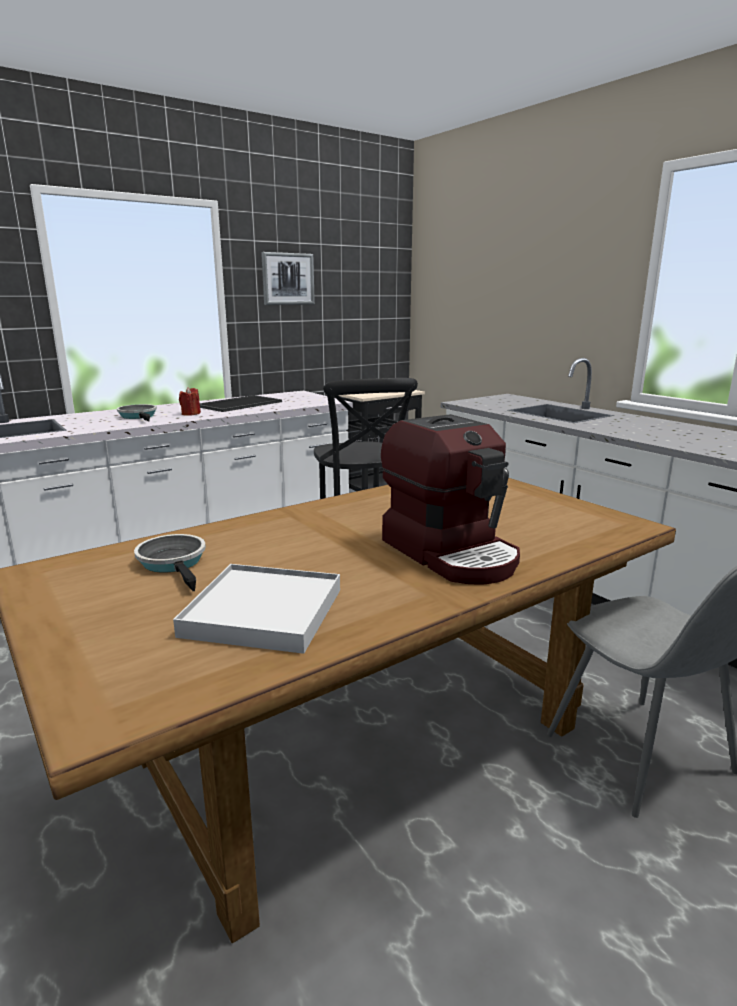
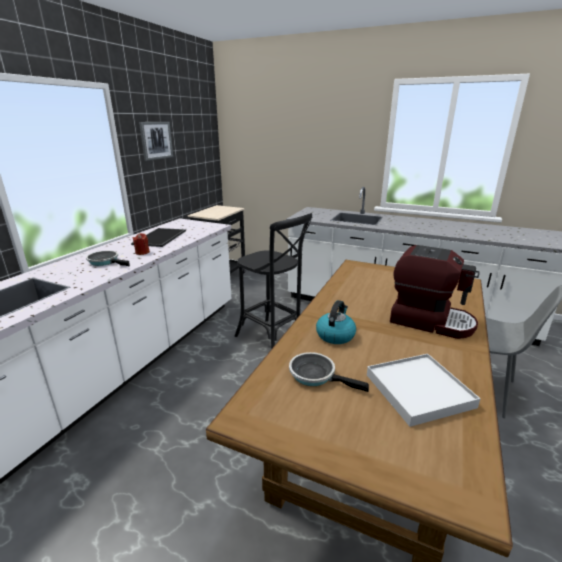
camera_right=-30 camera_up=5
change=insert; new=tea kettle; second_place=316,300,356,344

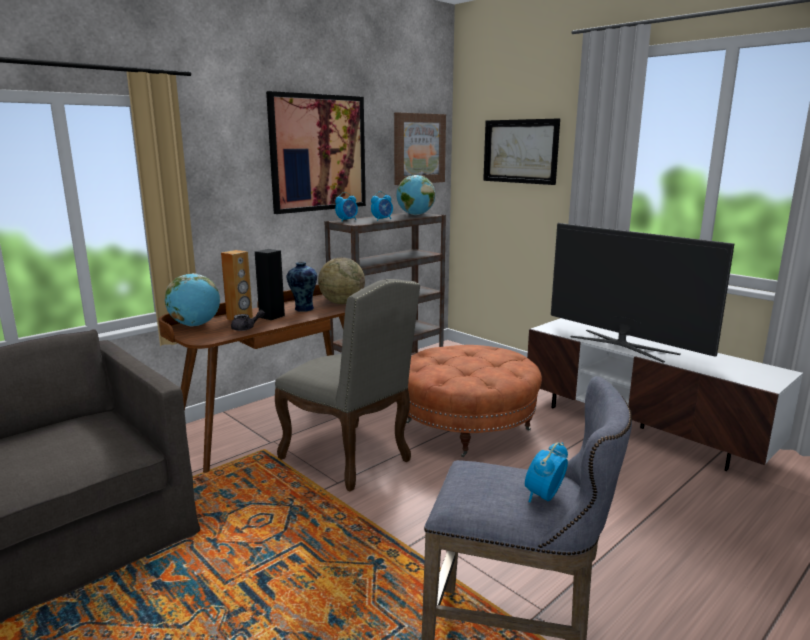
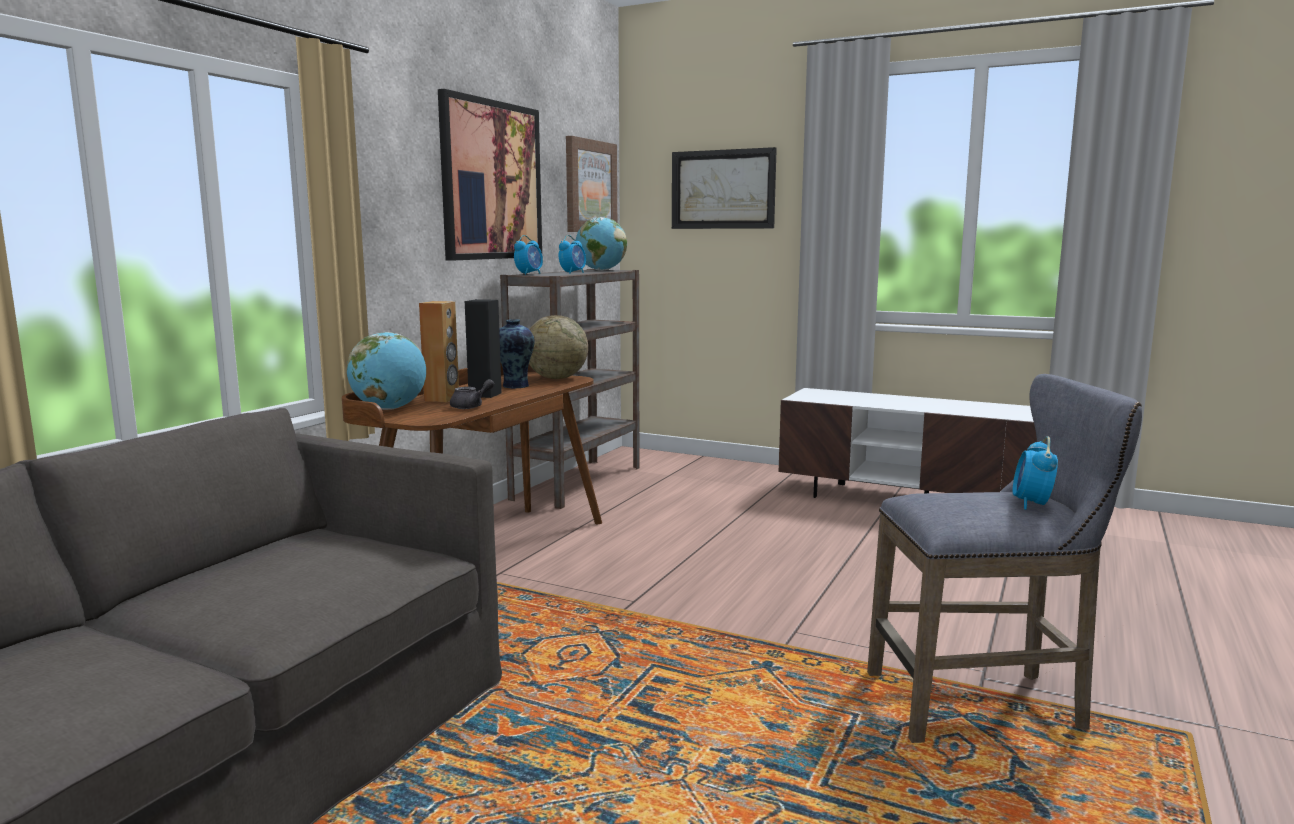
camera_right=-20 camera_up=-5
change=delete; old=plain chair (greyish); first_place=275,279,420,491
change=delete; old=footrest (brownish); first_place=406,345,542,457
change=delete; old=TV set; first_place=551,223,734,363

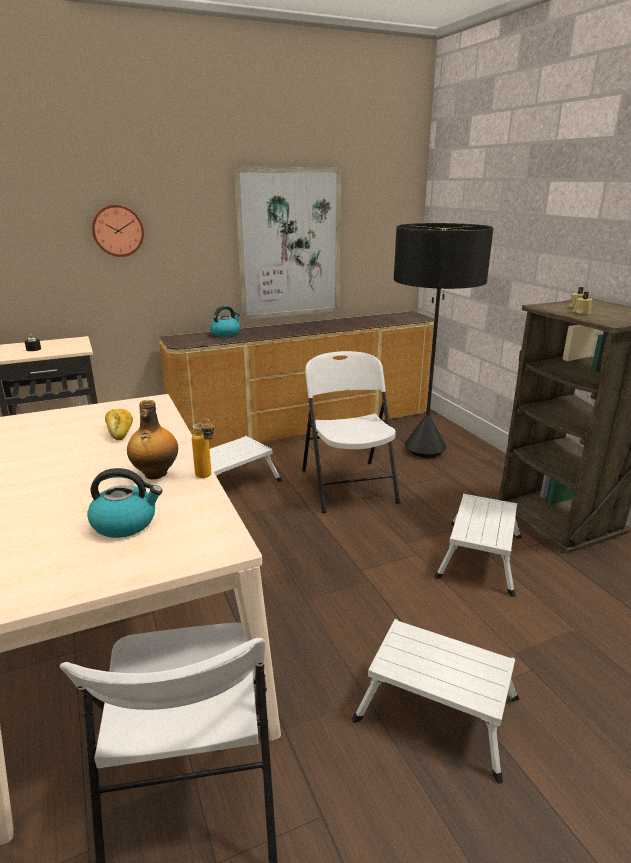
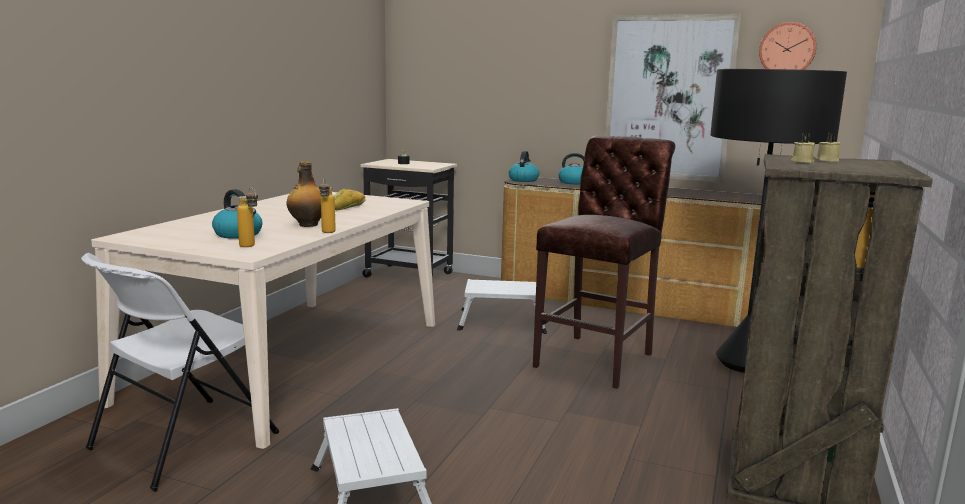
camera_right=45 camera_up=-10
change=delete; old=step ladder (whitish); first_place=434,494,522,597
change=insert; new=beverage bottle; second_place=237,187,258,247
change=insert; new=tea kettle; second_place=509,151,539,182
change=move; old=clock on the wall; first_place=92,205,144,257; second_place=759,22,816,70
change=replace; old=plain chair (whitish); new=stool seat (brownish); first_place=302,351,400,513; second_place=533,135,675,389

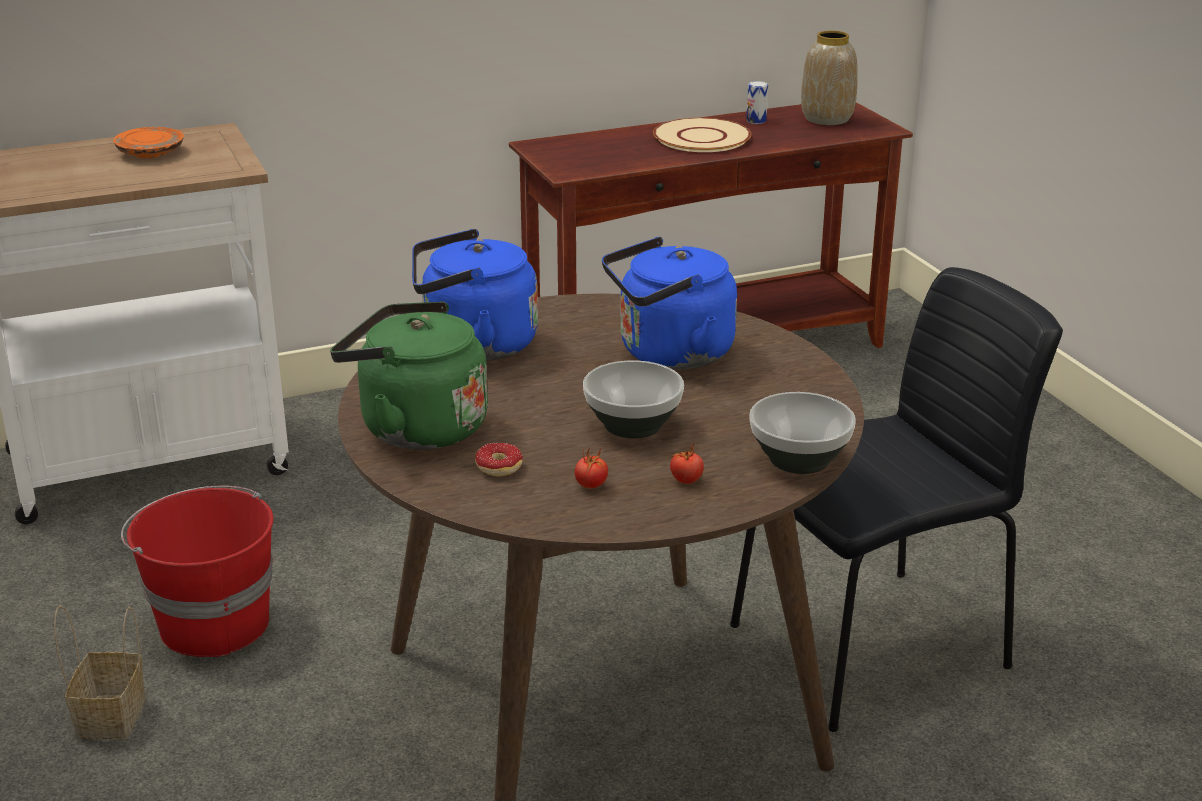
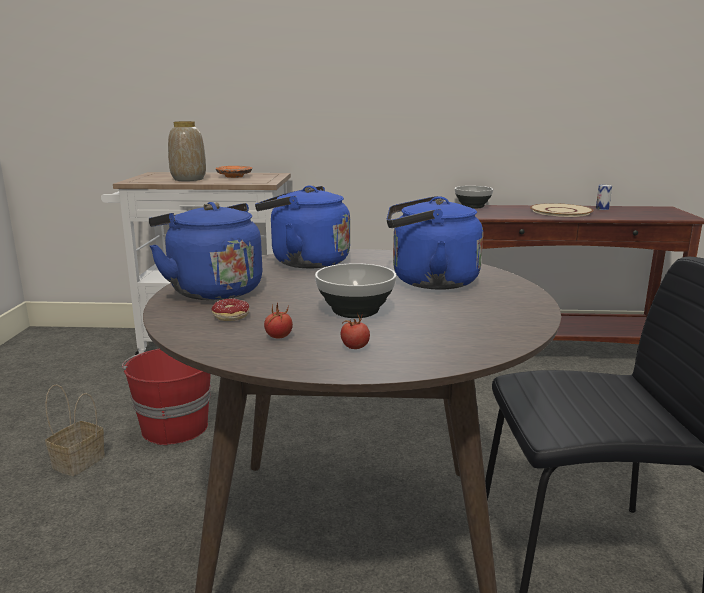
camera_right=25 camera_up=-10
change=move; old=serving bowl; first_place=750,392,856,474; second_place=455,186,493,209
change=move; old=decorative vase; first_place=801,31,858,125; second_place=168,121,206,181
change=recolor; old=tea kettle (green); new=tea kettle (blue); first_place=330,301,488,450; second_place=149,202,262,300

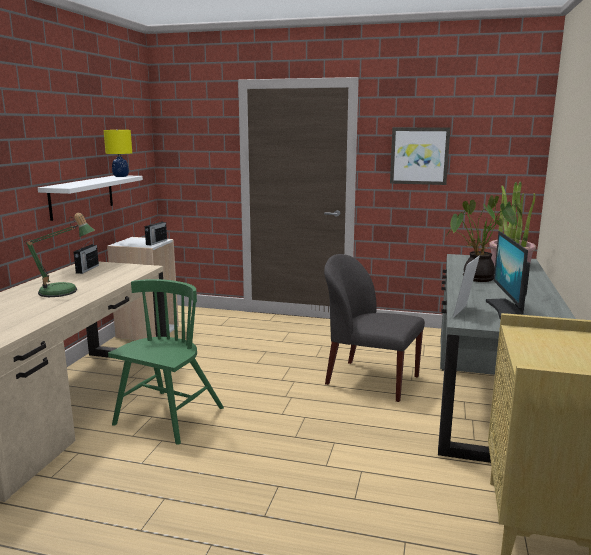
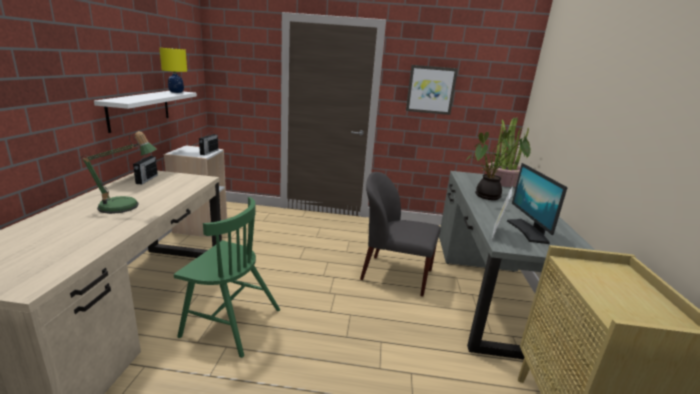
camera_right=-10 camera_up=5
change=rotate; old=plain chair (green); first_place=108,279,224,445; second_place=174,197,280,358; degrees=90

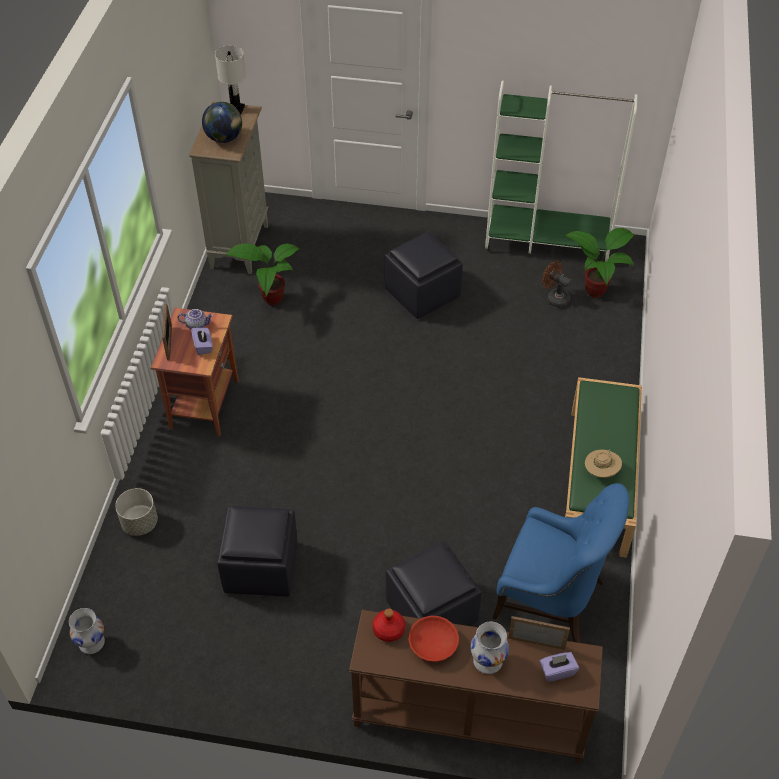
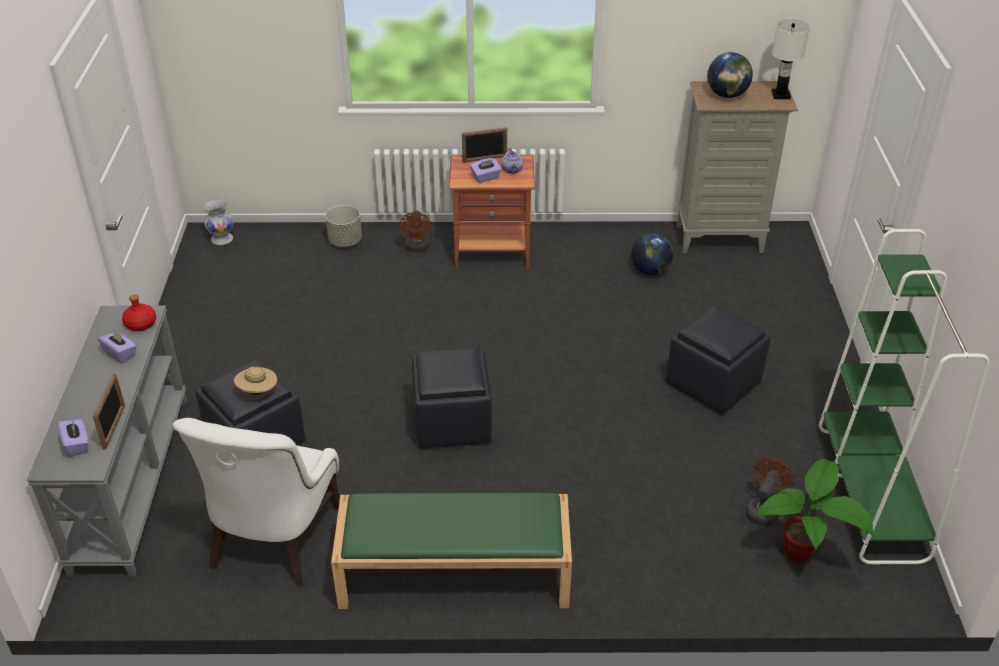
camera_right=80 camera_up=-10
change=delete; old=decorative vase (whitish); first_place=470,621,509,674
change=insert; new=cooling fan (brownish); second_place=399,210,432,252
change=move; old=footrest (blackish); first_place=217,506,297,597; second_place=412,347,492,449
change=move; old=clothing hat (sand-coloured); first_place=585,449,622,478; second_place=234,367,277,395
change=replace; old=potted plant; new=globe; first_place=226,243,300,306; second_place=631,233,673,275
change=replace; old=serving bowl (red-coloured); new=tissue holder (purple); first_place=408,616,459,662; second_place=98,329,137,364
change=recolor; old=hall table (brownish); new=hall table (greyish); first_place=349,610,603,763; second_place=27,306,187,576
change=recolor; old=plain chair (blue); new=plain chair (whitish); first_place=492,483,629,643; second_place=173,418,340,587

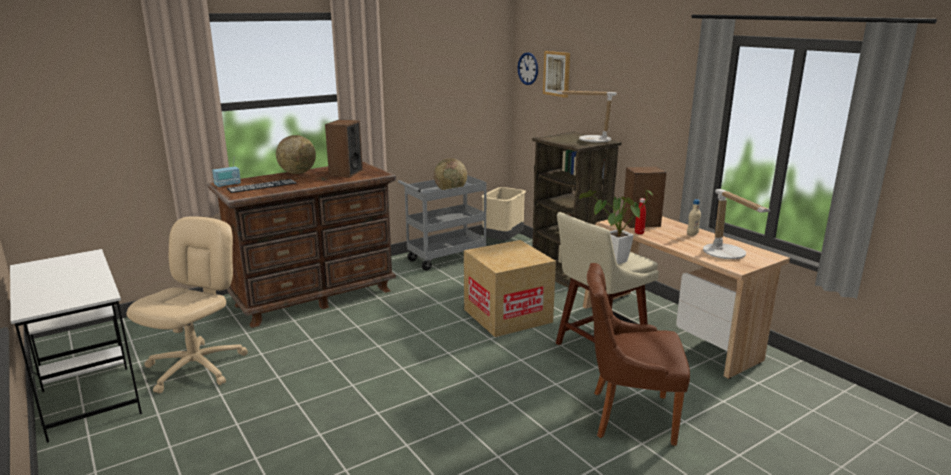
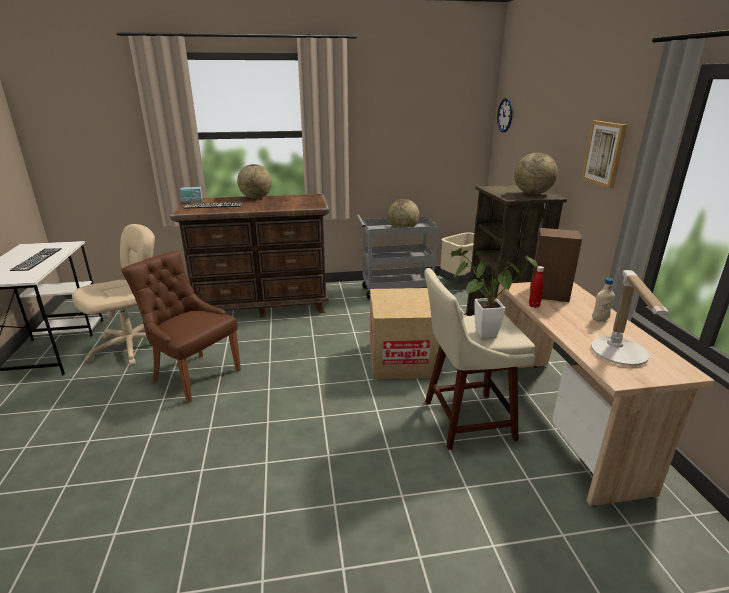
camera_right=25 camera_up=5
change=delete; old=loudspeaker; first_place=325,119,363,178
change=insert; new=PC keyboard; second_place=9,248,62,271
change=move; old=picture; first_place=543,51,570,98; second_place=581,121,627,188
change=move; old=plain chair (brownish); first_place=587,263,690,446; second_place=121,250,241,403
change=replace; old=lamp for a table; new=globe; first_place=556,90,617,142; second_place=514,152,558,195

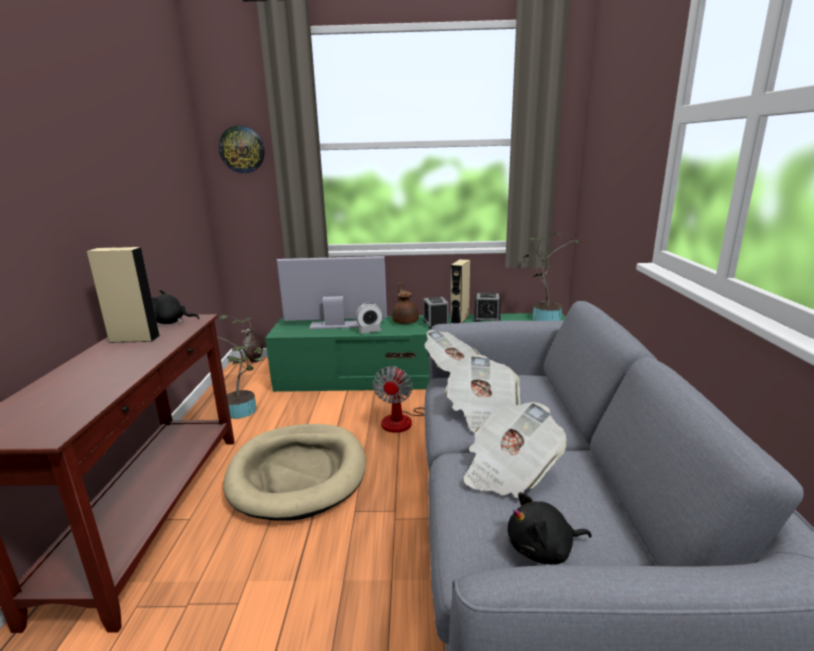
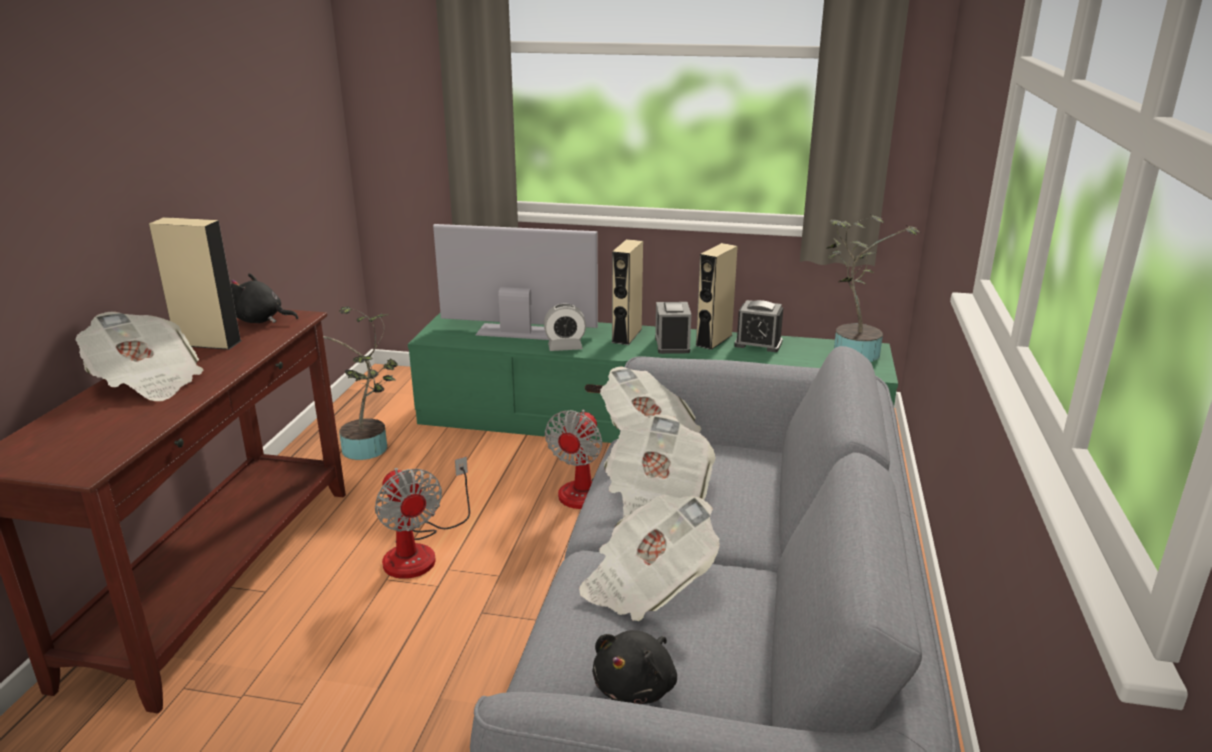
camera_right=10 camera_up=5
change=delete; old=clock on the wall; first_place=219,126,264,173
change=delete; old=decorative vase; first_place=241,323,263,363
change=insert; new=printed paper; second_place=76,311,204,401
change=replace; old=dog bed (sand-coloured); new=cooling fan; first_place=223,424,366,521; second_place=375,457,470,579
change=replace; old=teapot (brownish); new=loudspeaker (sand-coloured); first_place=392,282,419,324; second_place=612,239,643,345
change=rotate; old=soft toy (blackish); first_place=508,492,592,564; second_place=592,630,677,704; degrees=-60

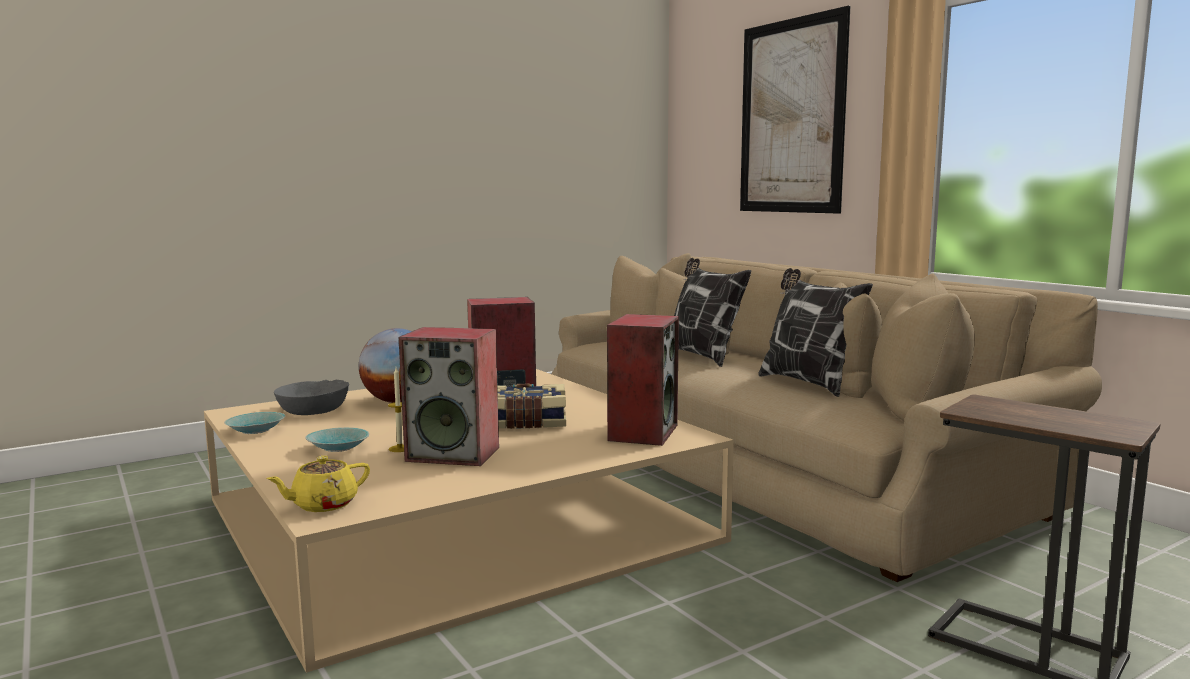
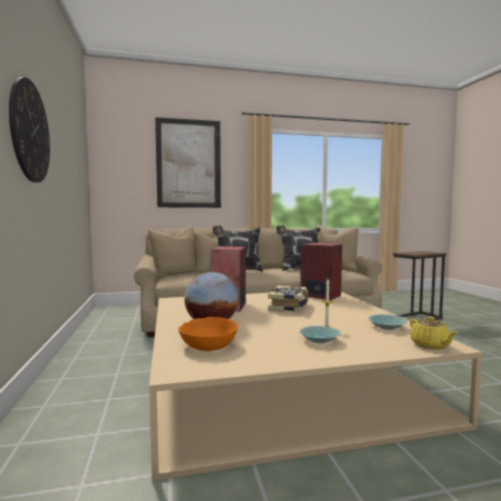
camera_right=-70 camera_up=-5
change=delete; old=loudspeaker; first_place=399,327,499,466
change=insert; new=clock on the wall; second_place=9,77,50,183
change=move; old=serving bowl (turquoise); first_place=224,412,286,434; second_place=368,314,408,330
change=recolor; old=serving bowl (greyish); new=serving bowl (orangey); first_place=274,380,349,415; second_place=178,317,238,351

